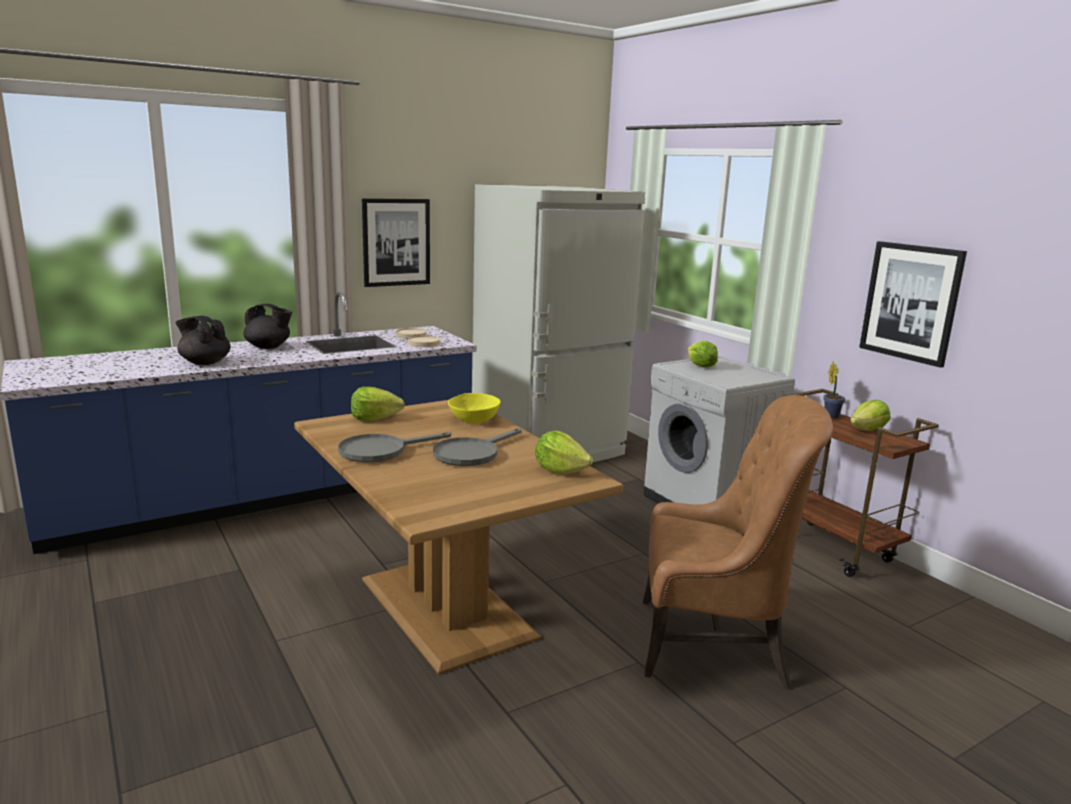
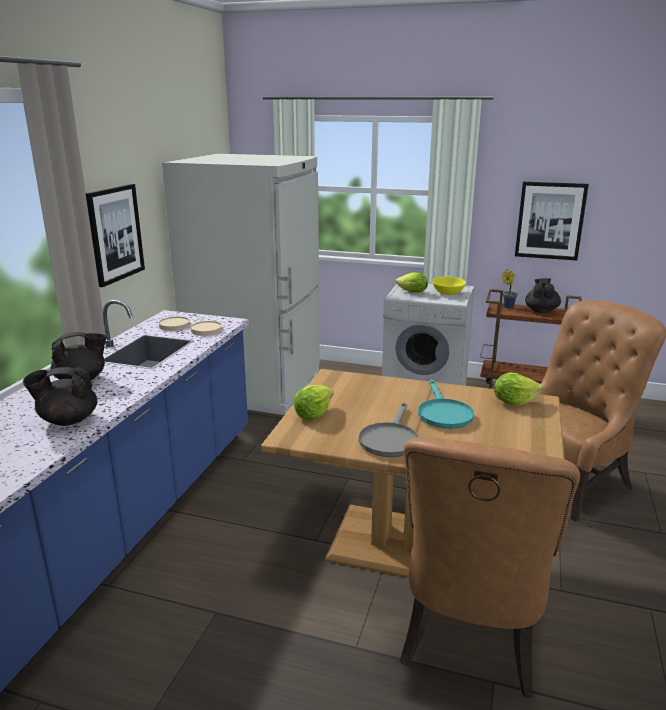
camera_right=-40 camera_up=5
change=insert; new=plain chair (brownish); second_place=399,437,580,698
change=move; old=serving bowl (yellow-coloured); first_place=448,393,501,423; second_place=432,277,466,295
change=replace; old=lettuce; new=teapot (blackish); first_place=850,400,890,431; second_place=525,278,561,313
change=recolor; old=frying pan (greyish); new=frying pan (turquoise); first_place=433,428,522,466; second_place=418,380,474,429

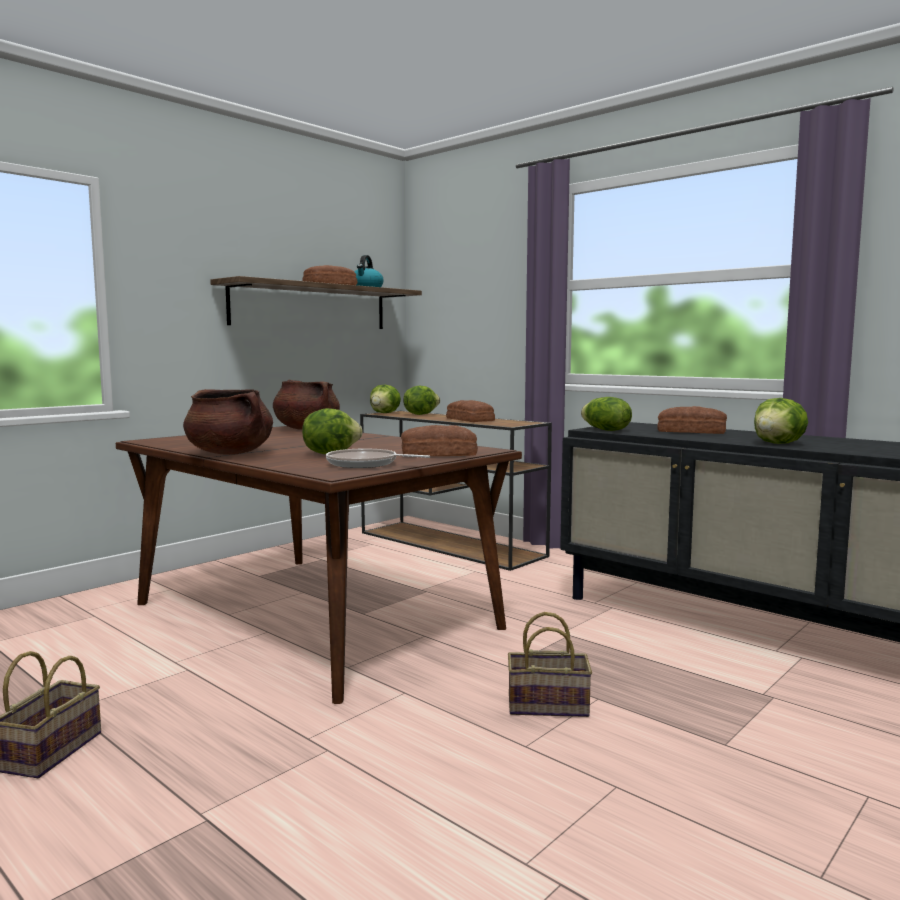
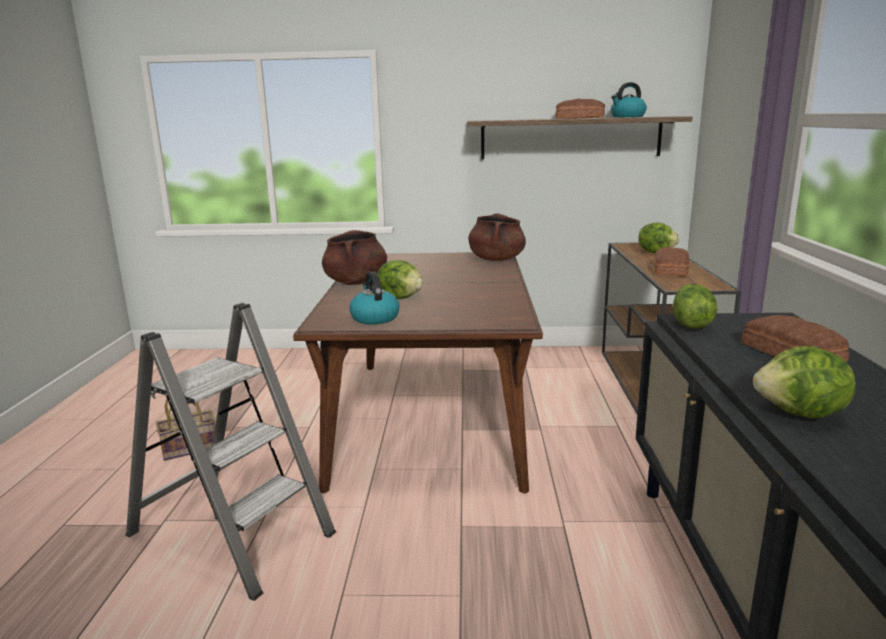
camera_right=50 camera_up=10
change=delete; old=lettuce; first_place=370,384,401,413
change=delete; old=baked bread; first_place=401,425,478,456
change=delete; old=storage basket; first_place=508,612,592,717
change=insert; new=step ladder (greyish); second_place=125,303,336,601
change=replace; old=frying pan; new=tea kettle; first_place=326,449,430,468; second_place=349,272,400,324

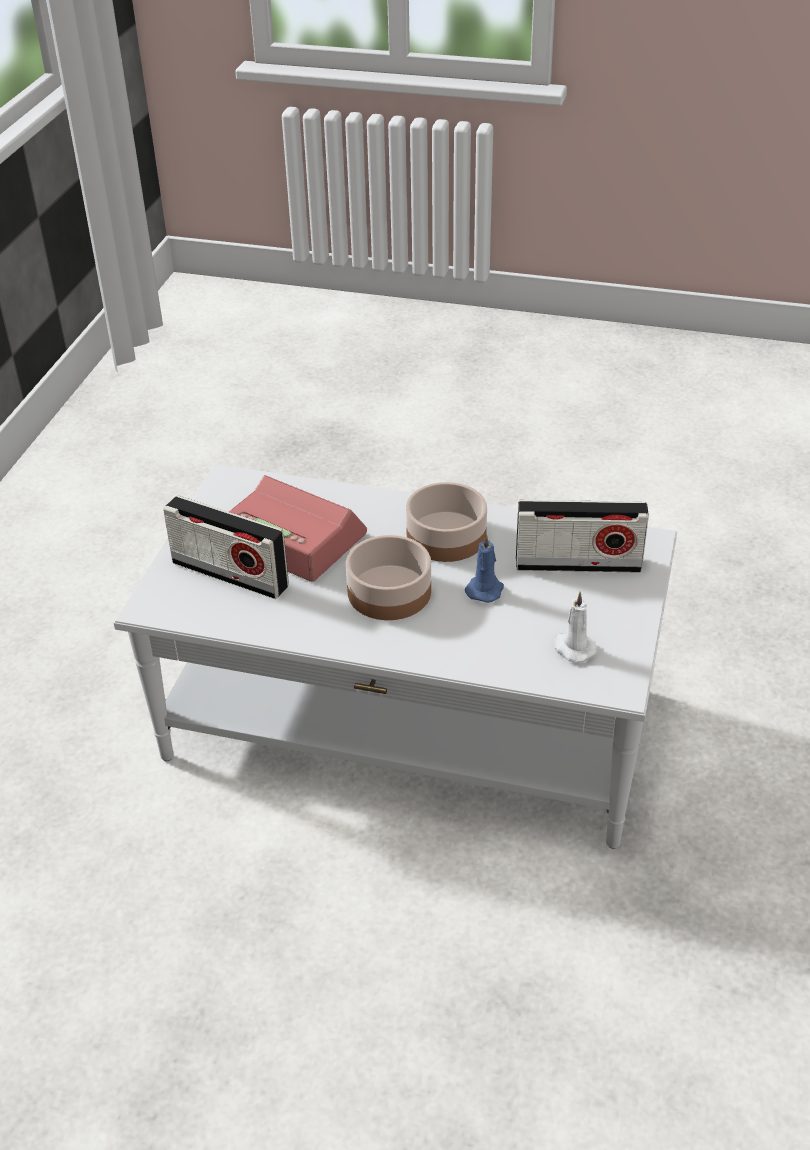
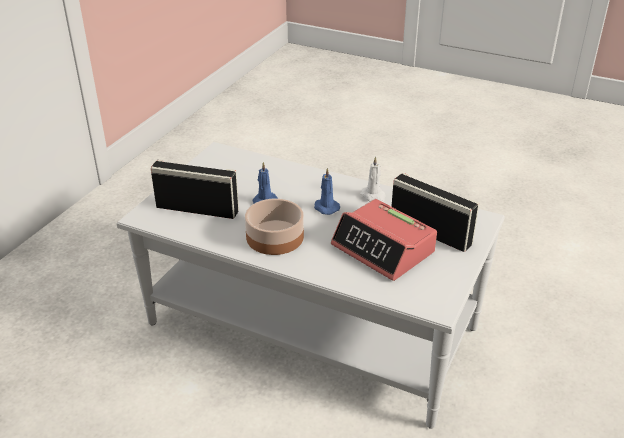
camera_right=-170 camera_up=-5
change=move; old=candle (whitish); first_place=554,592,597,663; second_place=360,156,386,203
change=replace; old=serving bowl; new=candle (blue); first_place=346,535,431,620; second_place=314,168,340,215

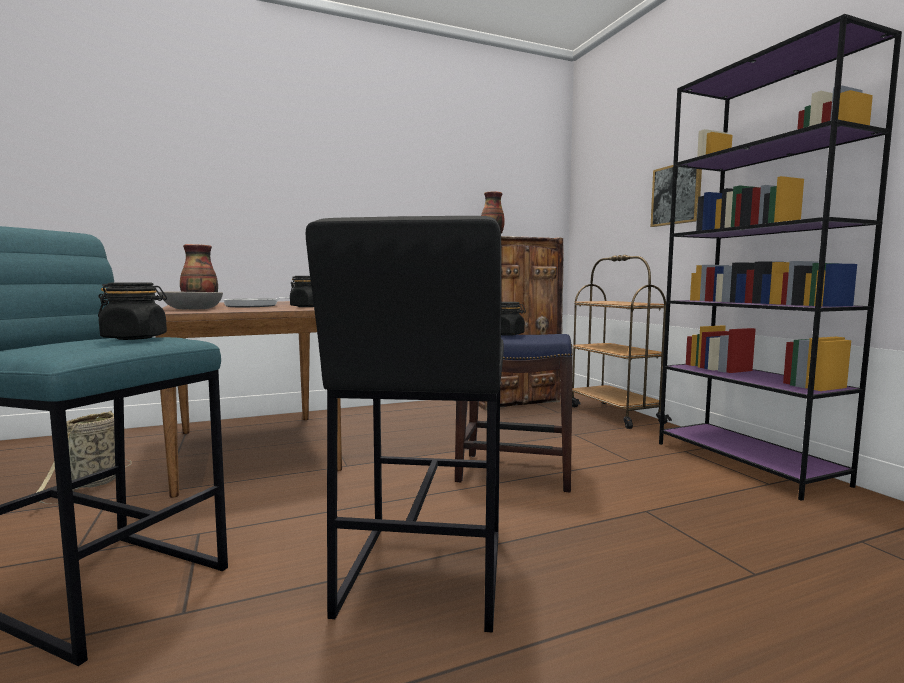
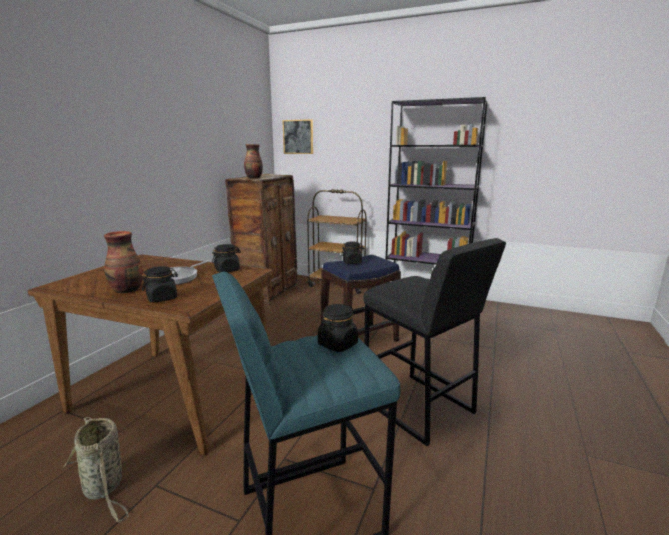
camera_right=-45 camera_up=10
change=move; old=picture; first_place=651,165,702,227; second_place=282,119,313,154
change=replace; old=serving bowl (greyish); new=preserve jar (blackish); first_place=159,292,223,310; second_place=142,266,178,302

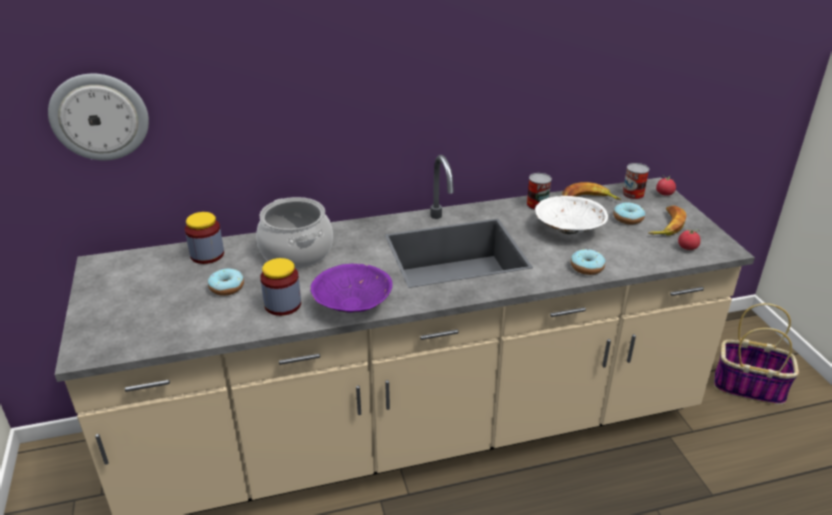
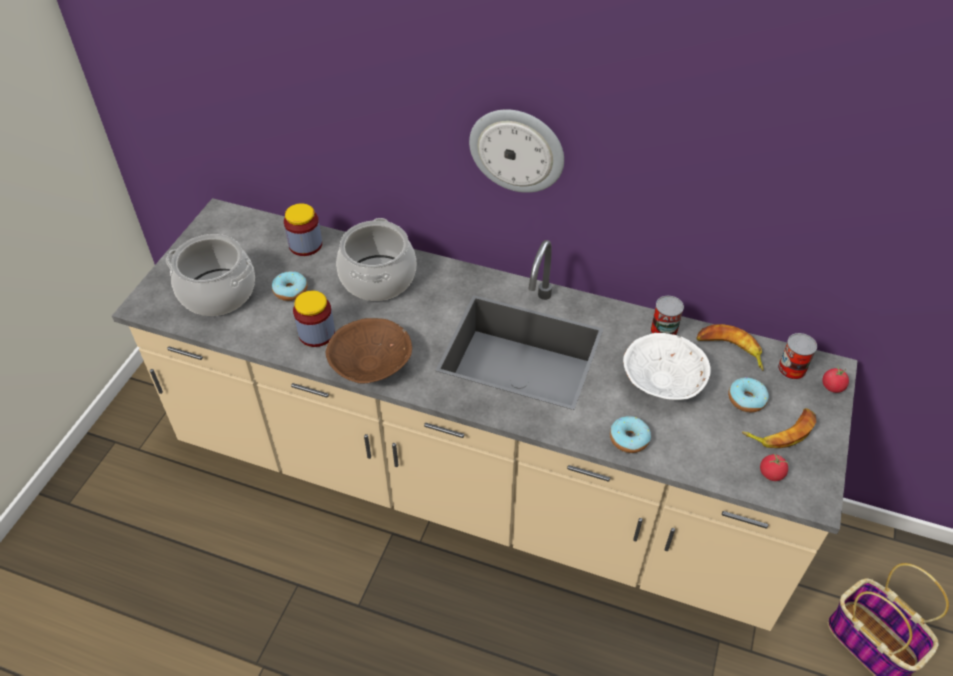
camera_right=35 camera_up=15
change=insert; new=stockpot; second_place=166,234,255,316
change=move; old=clock on the wall; first_place=48,74,149,160; second_place=469,109,564,193
change=recolor; old=serving bowl (purple); new=serving bowl (brownish); first_place=311,264,393,313; second_place=326,318,412,383

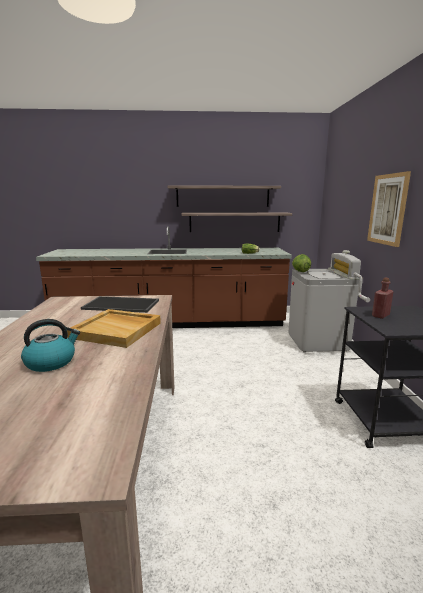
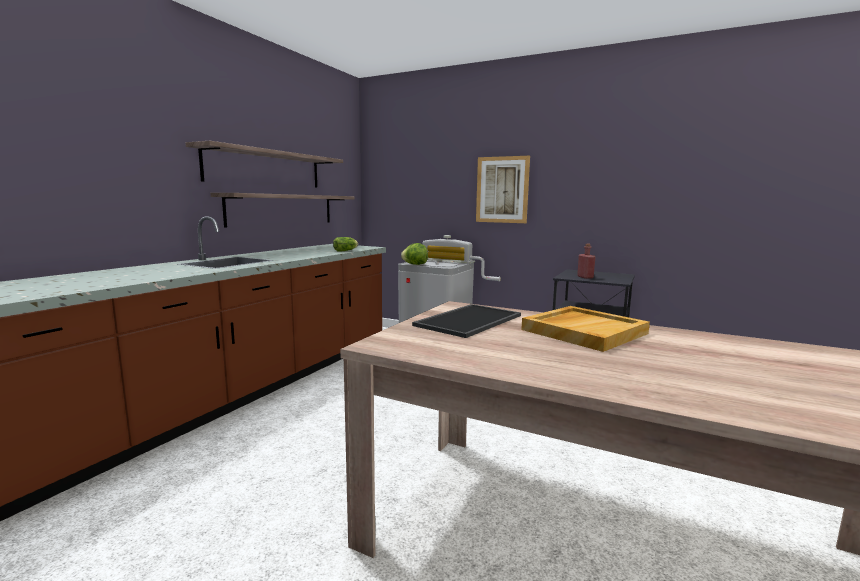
camera_right=-60 camera_up=-5
change=delete; old=tea kettle; first_place=21,319,80,372

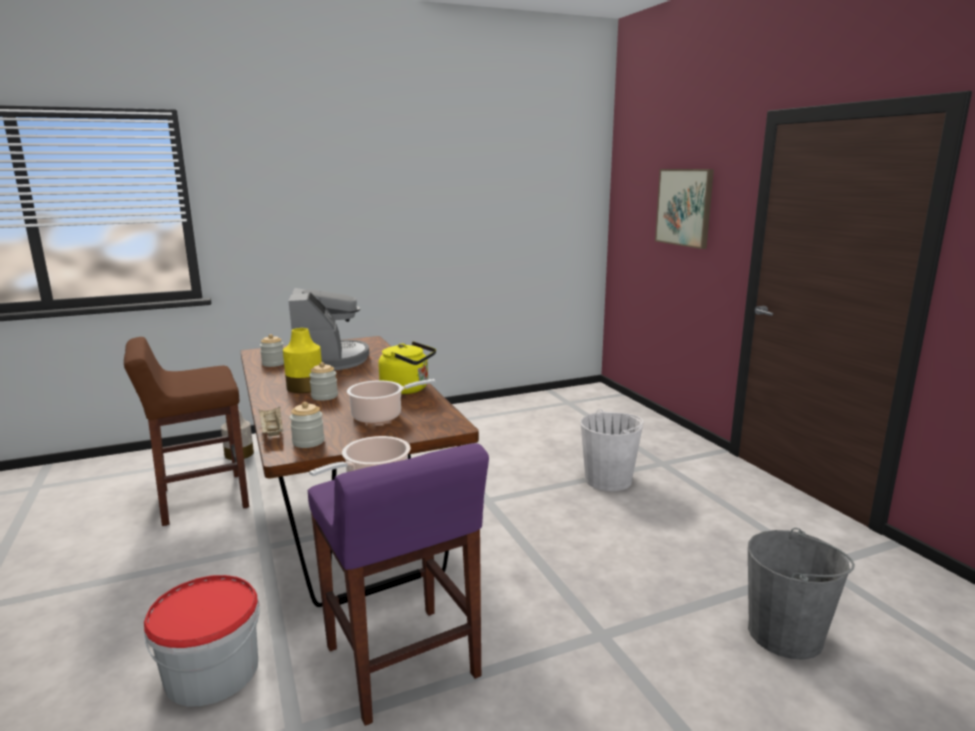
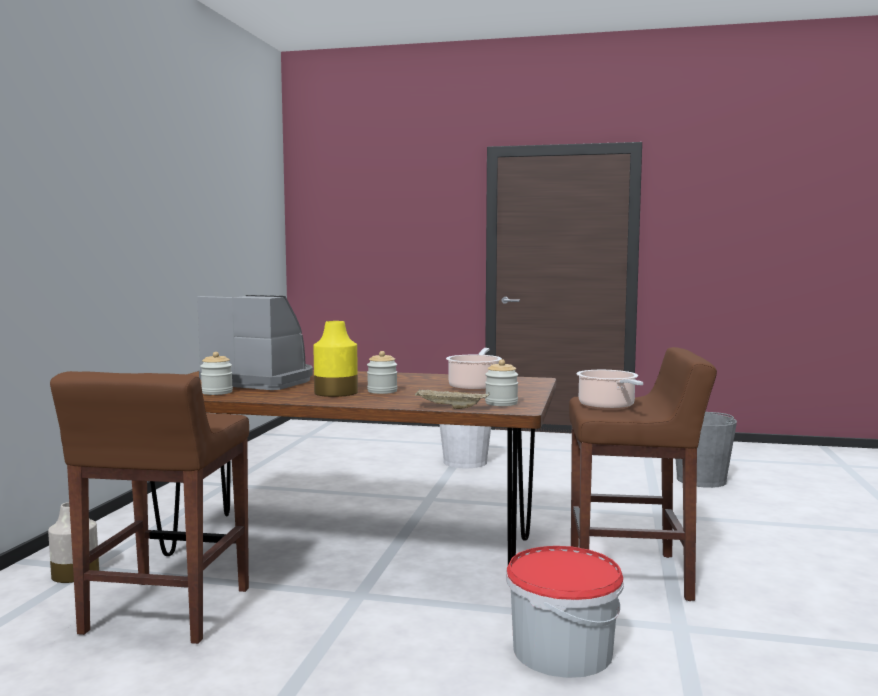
camera_right=-55 camera_up=-10
change=delete; old=tea kettle (yellow-coloured); first_place=378,341,436,394
change=delete; old=picture; first_place=655,169,714,249
change=recolor; old=stool seat (purple); new=stool seat (brownish); first_place=308,443,489,726; second_place=569,347,717,601

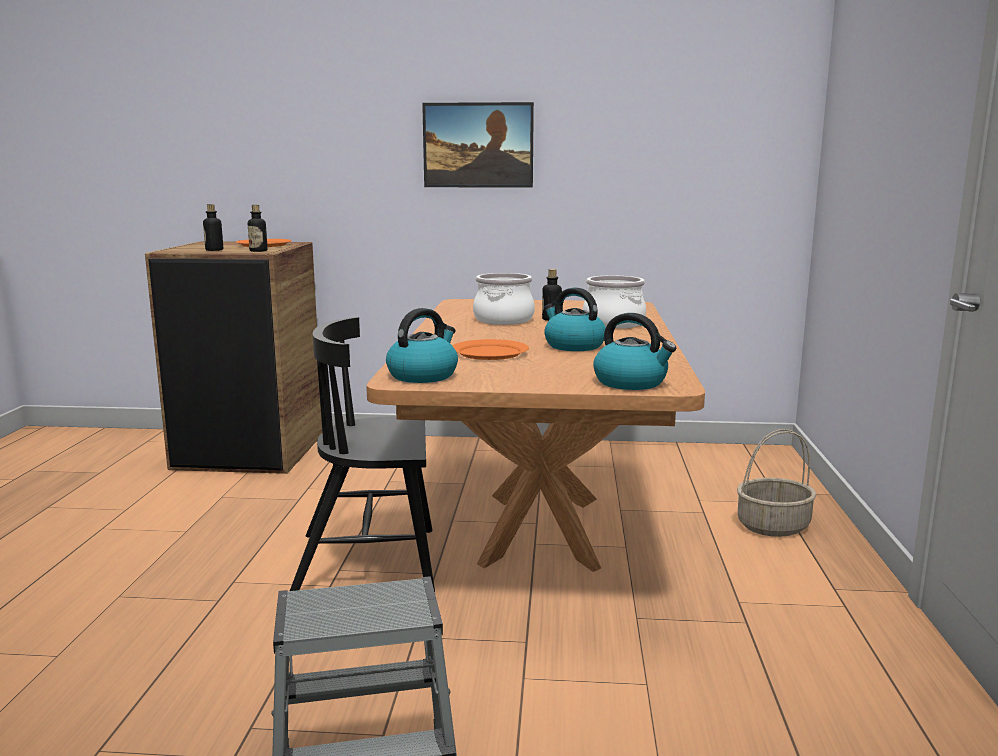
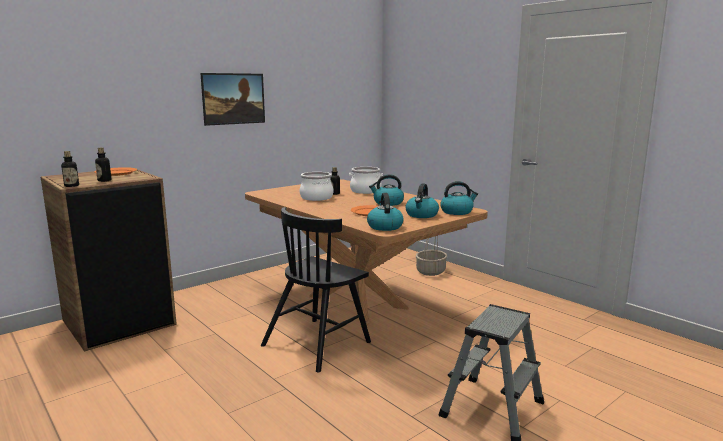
camera_right=-45 camera_up=0
change=insert; new=tea kettle; second_place=405,184,439,218
change=move; old=beverage bottle; first_place=248,205,268,252; second_place=61,151,79,187

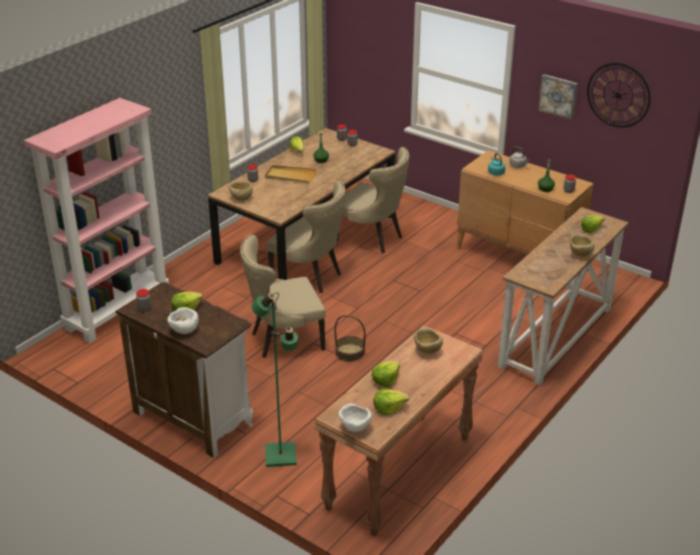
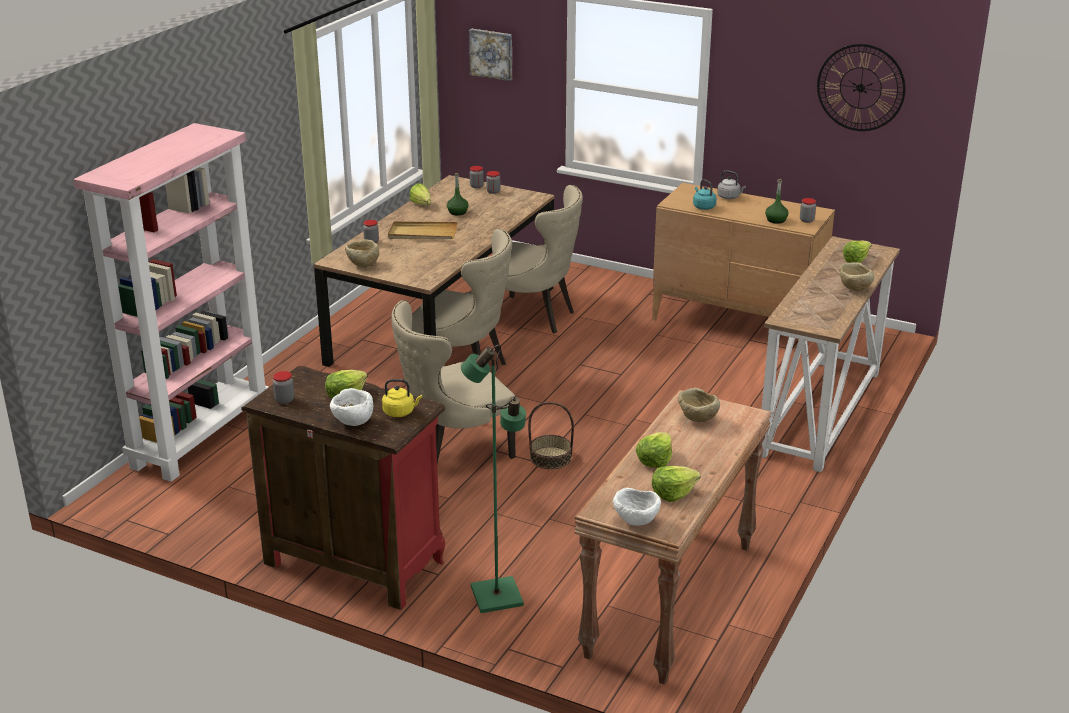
camera_right=-10 camera_up=-5
change=insert; new=tea kettle (yellow-coloured); second_place=382,379,422,417
change=move; old=picture; first_place=538,74,578,120; second_place=469,29,512,81
change=recolor; old=chest of drawers (whitish); new=chest of drawers (red-coloured); first_place=115,282,253,458; second_place=241,366,445,610

